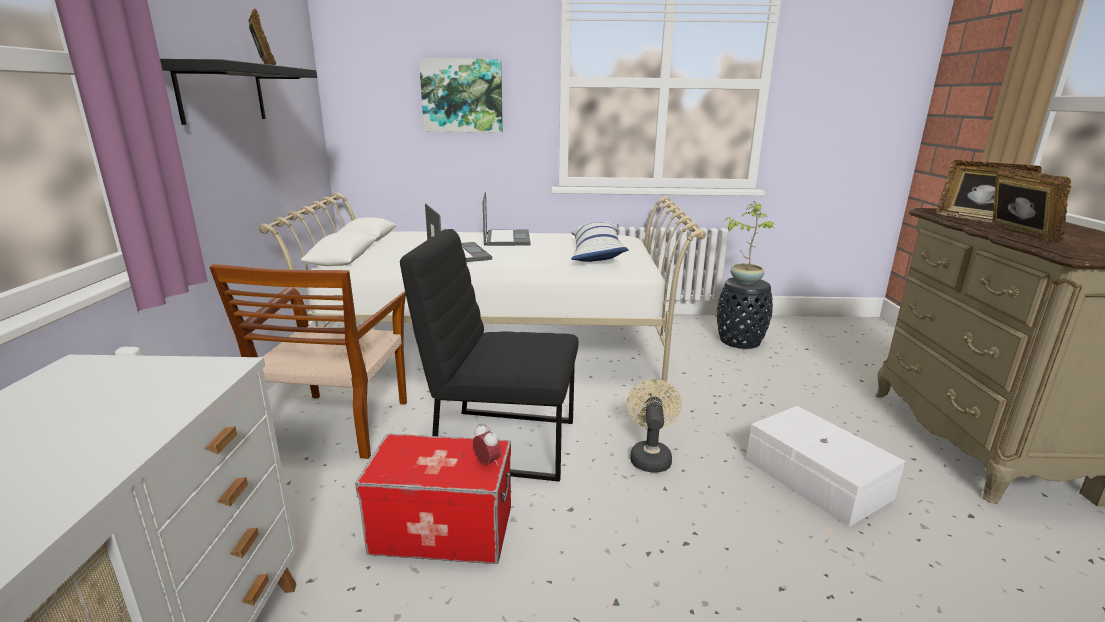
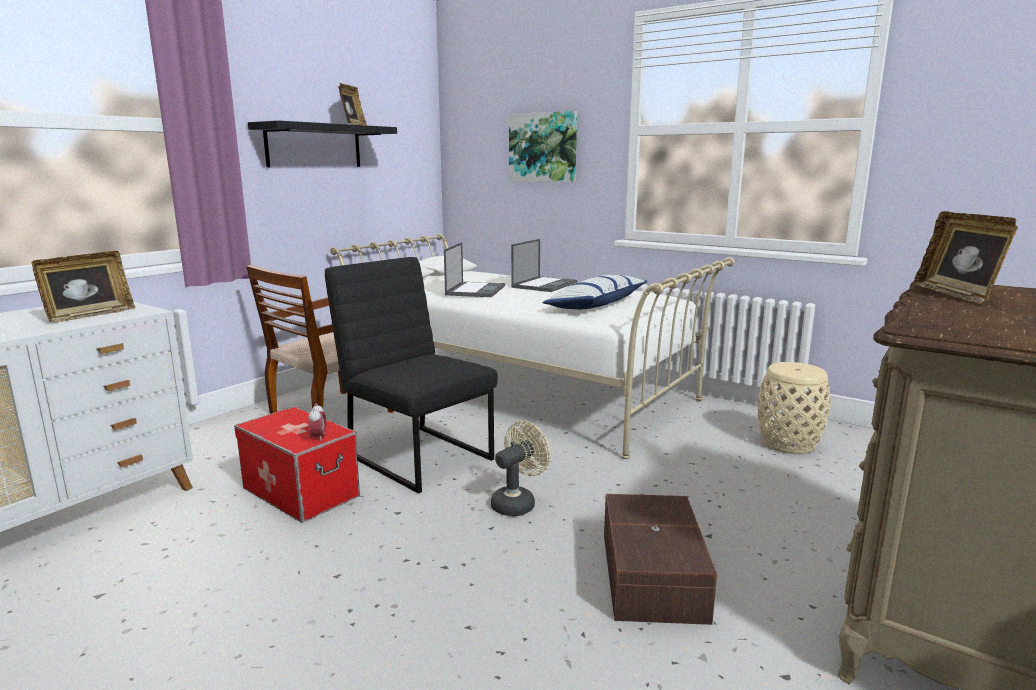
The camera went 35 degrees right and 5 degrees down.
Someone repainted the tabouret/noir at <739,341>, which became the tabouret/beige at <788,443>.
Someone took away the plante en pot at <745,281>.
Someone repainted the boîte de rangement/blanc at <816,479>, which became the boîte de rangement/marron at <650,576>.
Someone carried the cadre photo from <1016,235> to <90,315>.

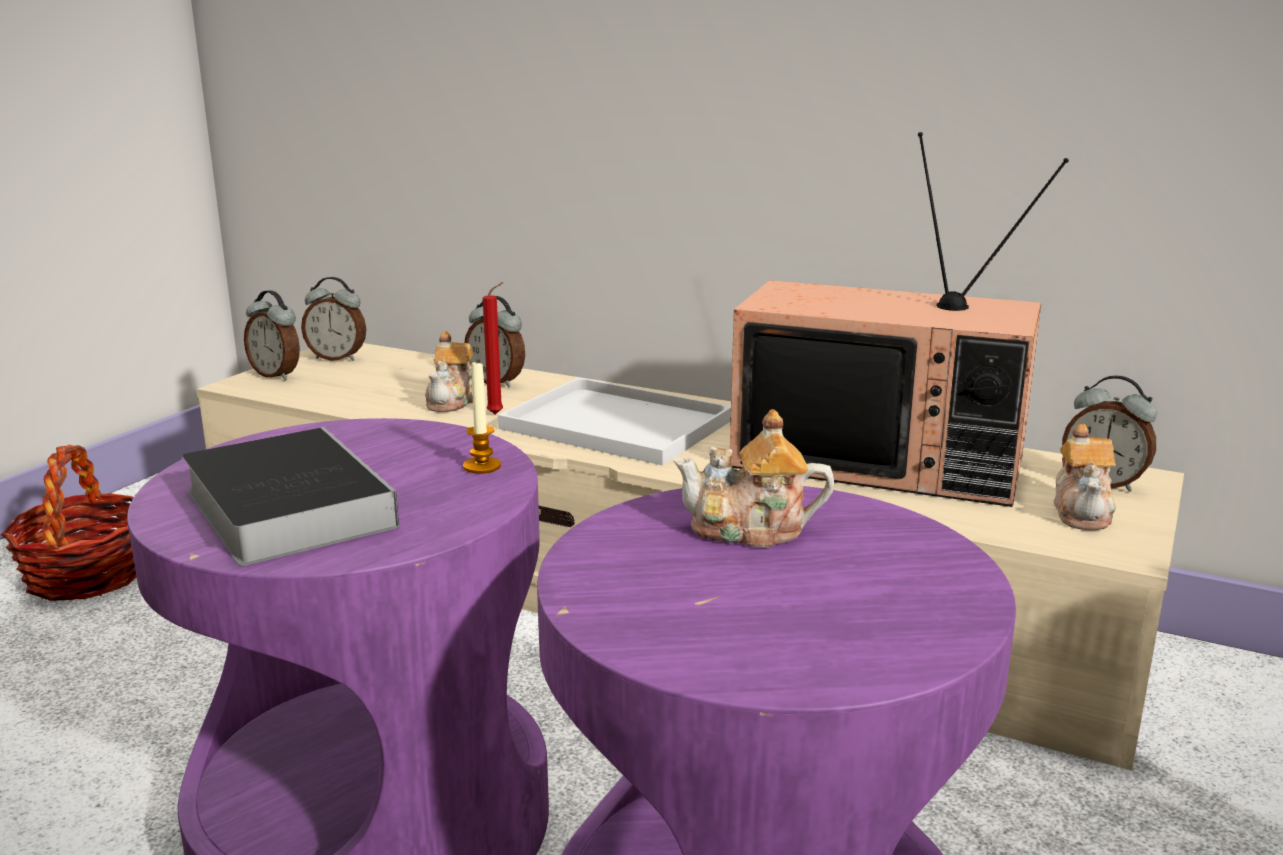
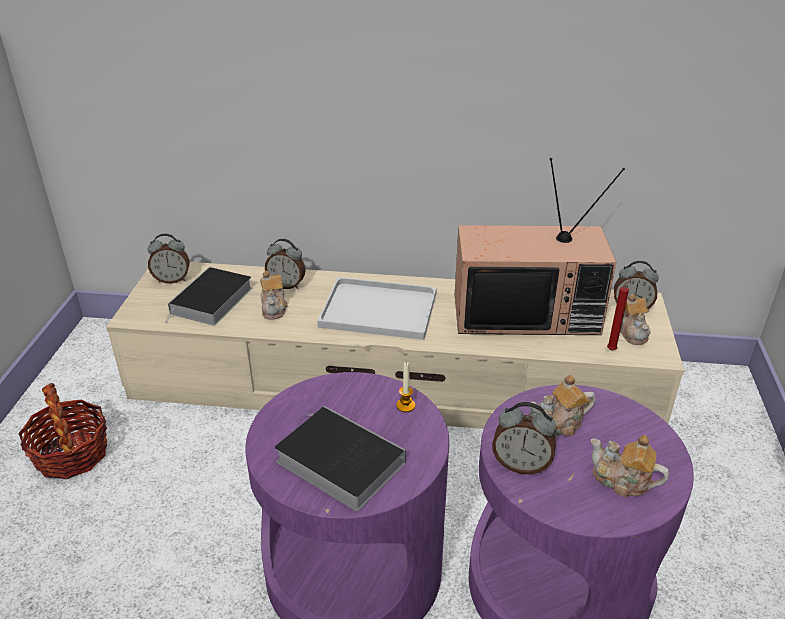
The camera went 20 degrees left and 15 degrees up.
Someone carried the réveil from <277,375> to <521,465>.
Someone carried the bougie/rouge from <498,414> to <612,349>.
Someone put down the livre at <211,302>.
Someone put down the théière at <622,481>.

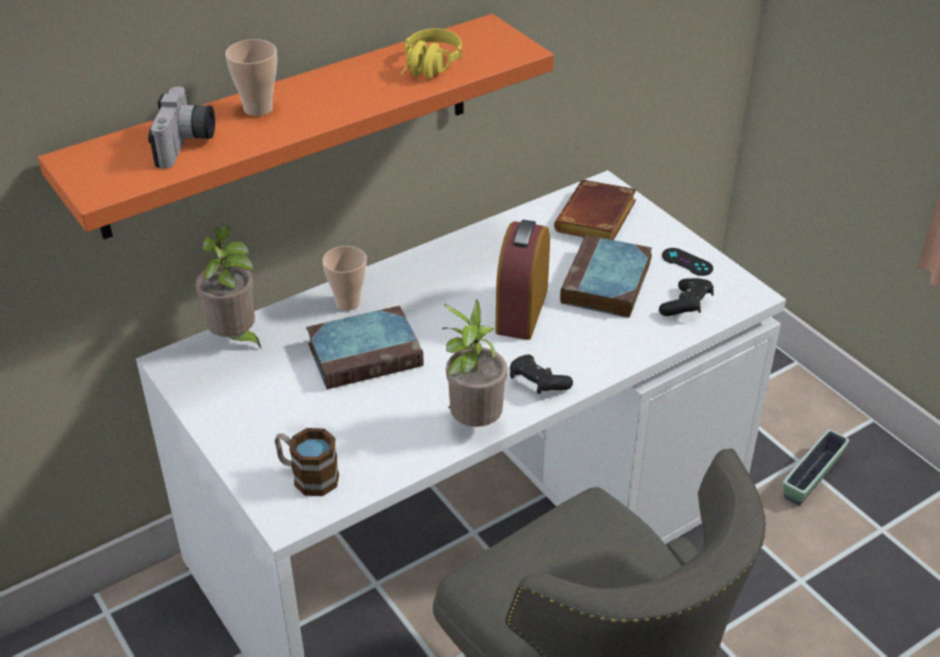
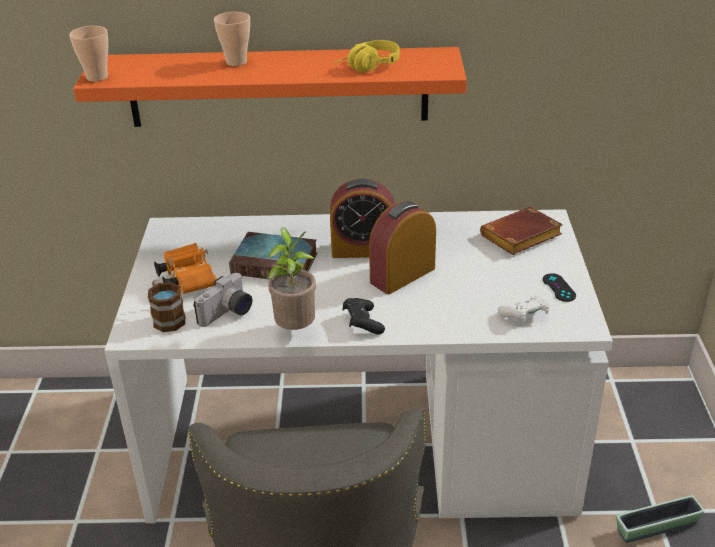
The camera went 35 degrees right and 5 degrees down.
Someone carried the appareil photo from <187,145> to <228,314>.
Someone took away the plante en pot at <235,339>.
Someone carried the tasse from <348,303> to <97,77>.
Someone took away the livre at <606,284>.
Someone repainted the manette/noir at <686,306>, which became the manette/blanc at <525,316>.
Someone put down the jumelles/orange at <186,279>.
Someone put down the réveil at <363,249>.

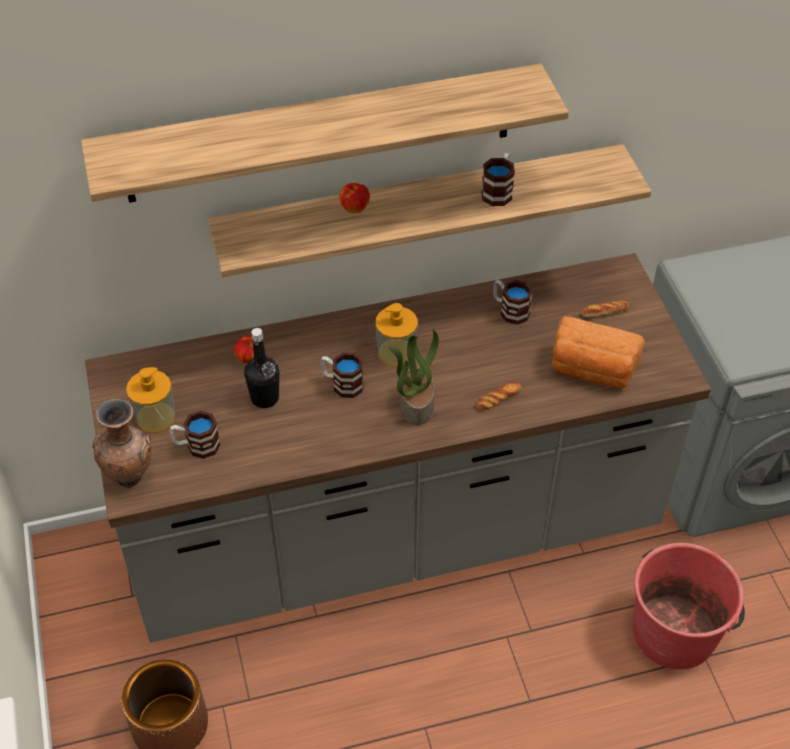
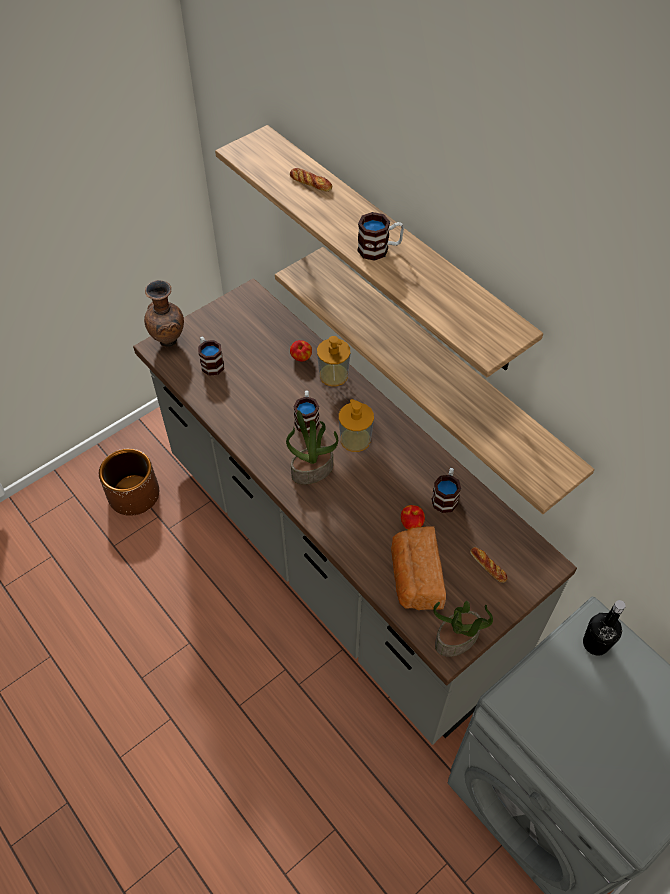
The camera went 65 degrees right and 5 degrees up.
Someone carried the distributeur de savon from <155,417> to <333,375>.
Someone carried the bouteille/noir from <265,398> to <595,643>.
Someone carried the pomme from <355,207> to <411,523>.
Someone carried the pain from <498,398> to <311,183>.
Someone carried the mug from <498,191> to <379,249>.
Someone took away the seau/rouge at <674,631>.
Someone put down the plante en pot at <456,639>.

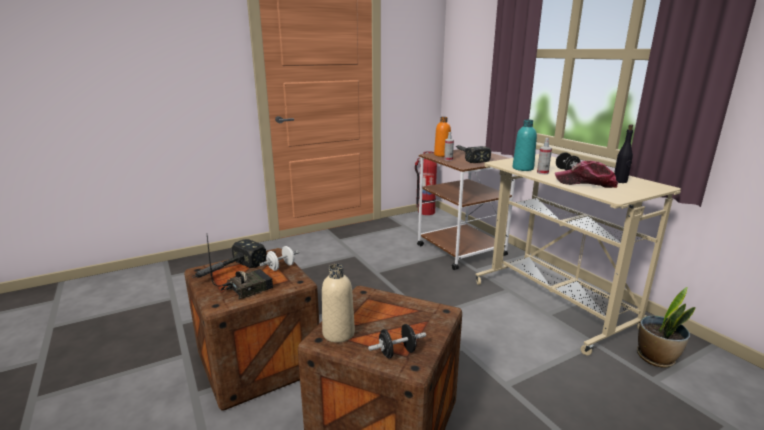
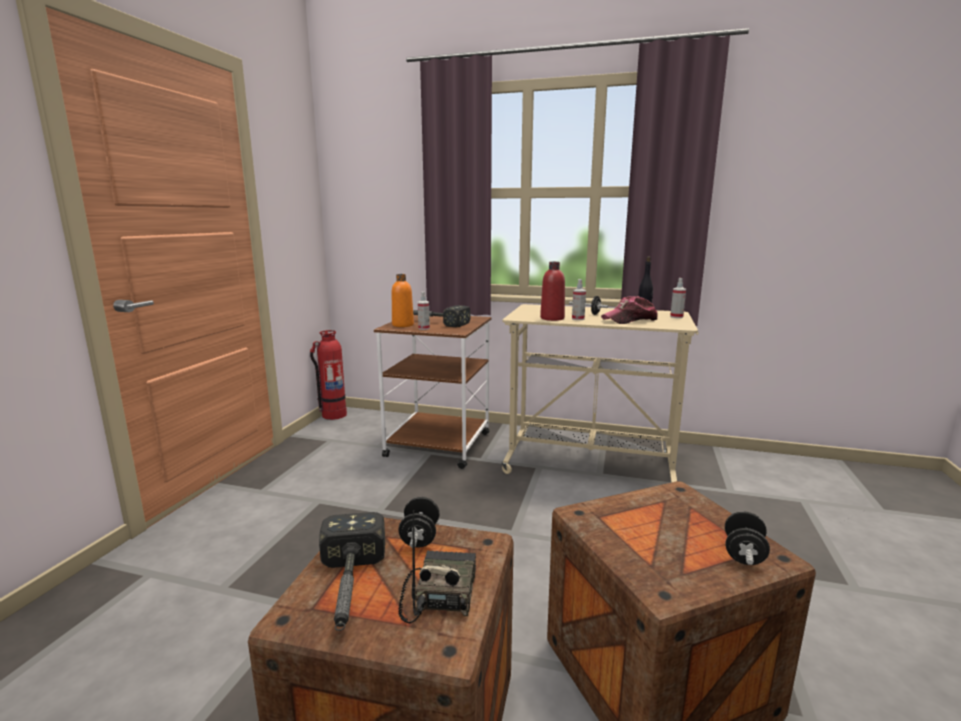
The camera went 45 degrees left and 5 degrees down.
Someone repainted the haltère/blanc at <281,267>, which became the haltère/noir at <420,537>.
Someone took away the bouteille/beige at <338,333>.
Someone repainted the bouteille/turquoise at <523,168>, which became the bouteille/rouge at <552,318>.
Someone took away the plante en pot at <656,358>.
Someone put down the vaporisateur at <676,317>.

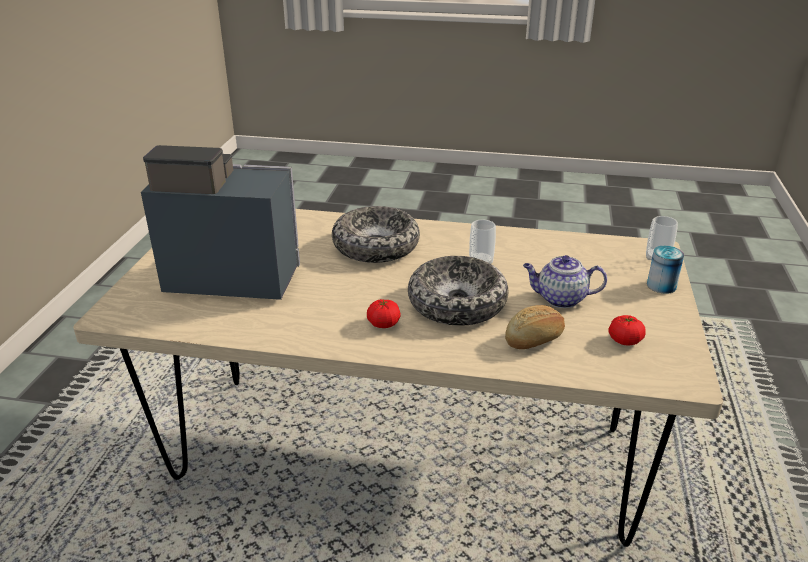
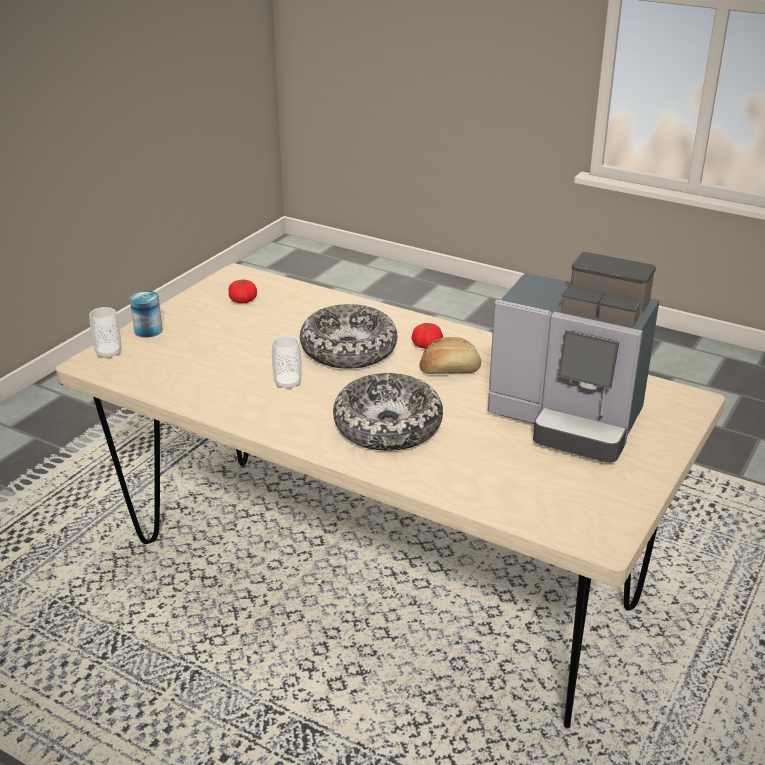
The camera went 160 degrees left and 0 degrees up.
Someone carried the pain from <535,339> to <449,370>.
Someone took away the théière at <560,299>.

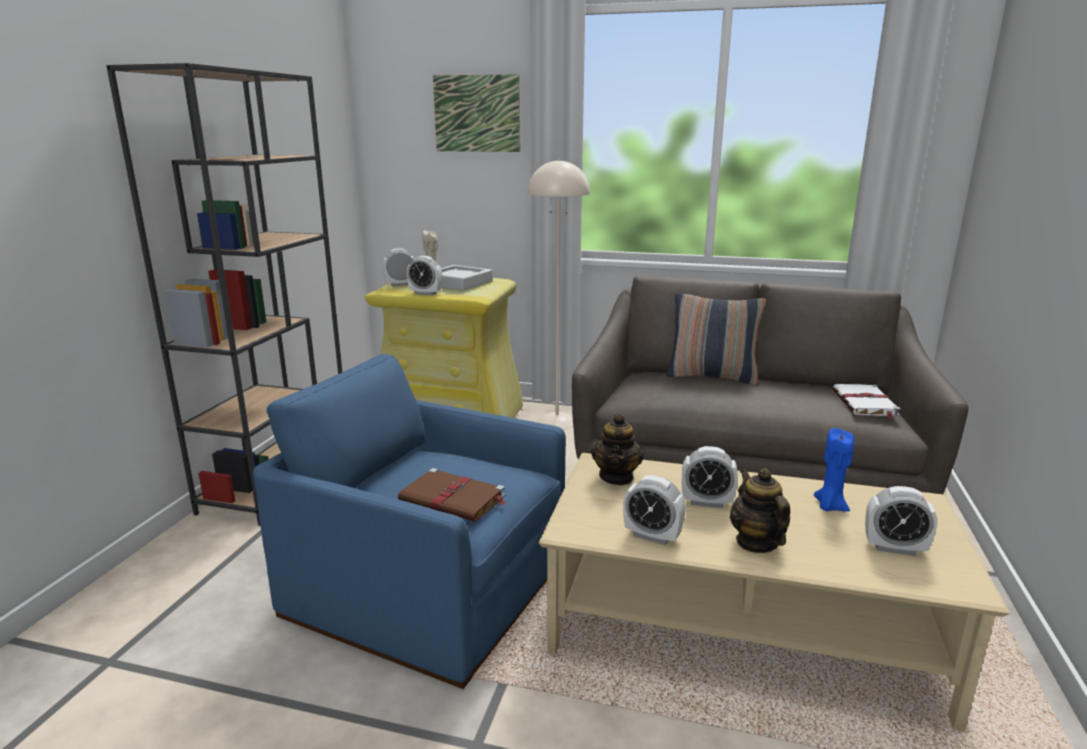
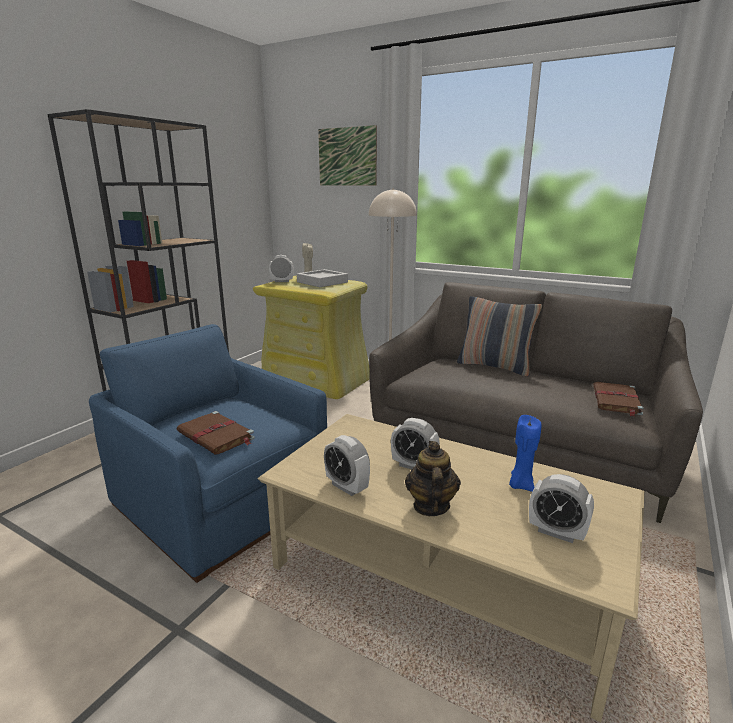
The camera went 15 degrees right and 0 degrees up.
Someone took away the réveil at <425,293>.
Someone took away the théière at <617,477>.
Someone repainted the livre/blanc at <865,403>, which became the livre/marron at <616,401>.

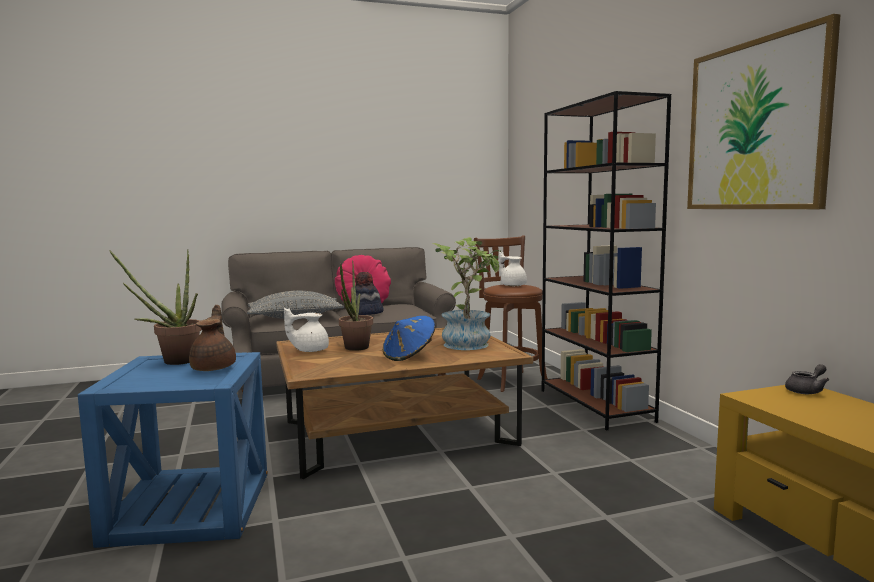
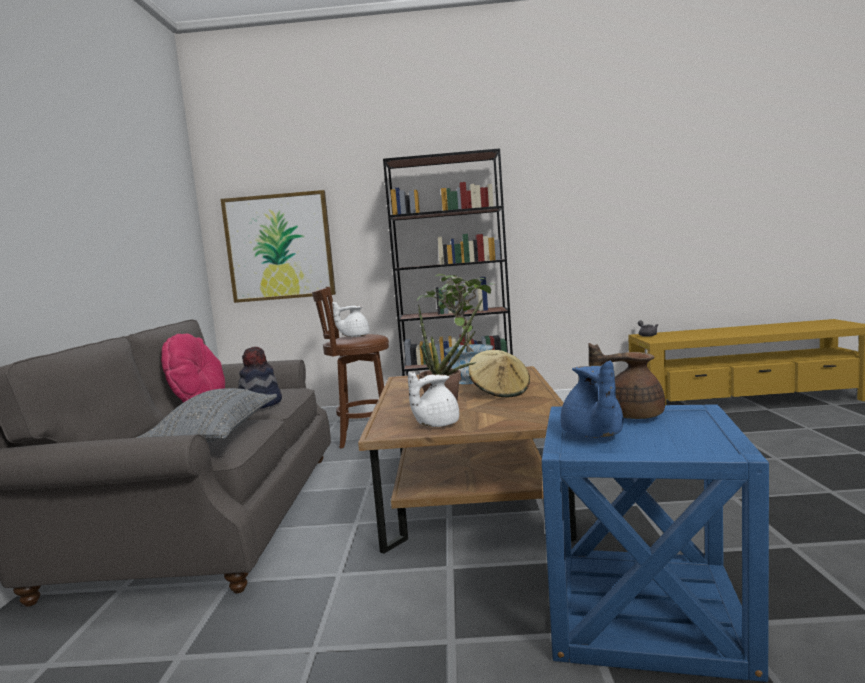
The camera went 70 degrees left and 0 degrees up.
Someone swapped the plante en pot at <172,361> for the théière/bleu at <592,435>.
Someone rotated the théière/blanc at <309,350> by 45 degrees clockwise.
Someone repainted the chapeau/bleu at <409,356>, which became the chapeau/beige at <500,392>.
Someone carried the tableau from <755,126> to <279,247>.

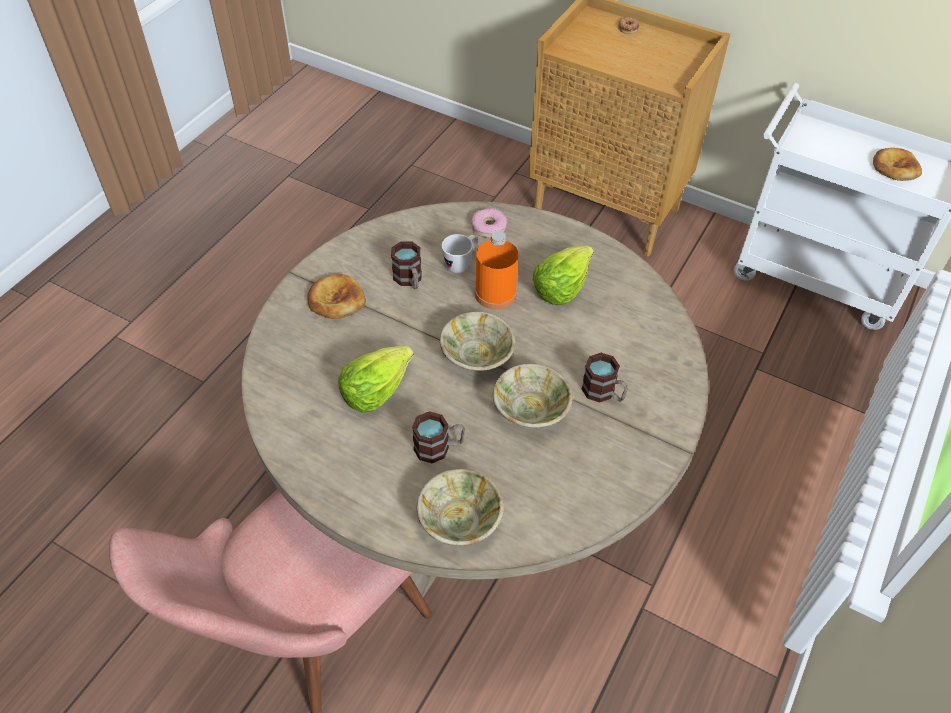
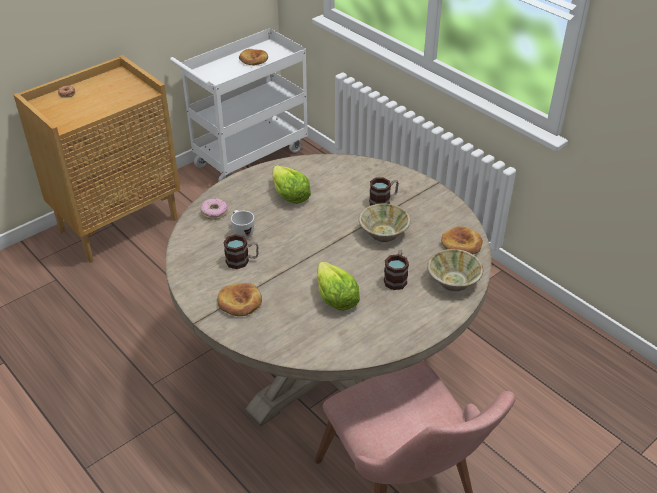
The camera went 70 degrees left and 10 degrees down.
Someone took away the bol/beige at <477,356>.
Someone took away the bouteille/orange at <495,294>.
Someone put down the pain at <461,244>.

